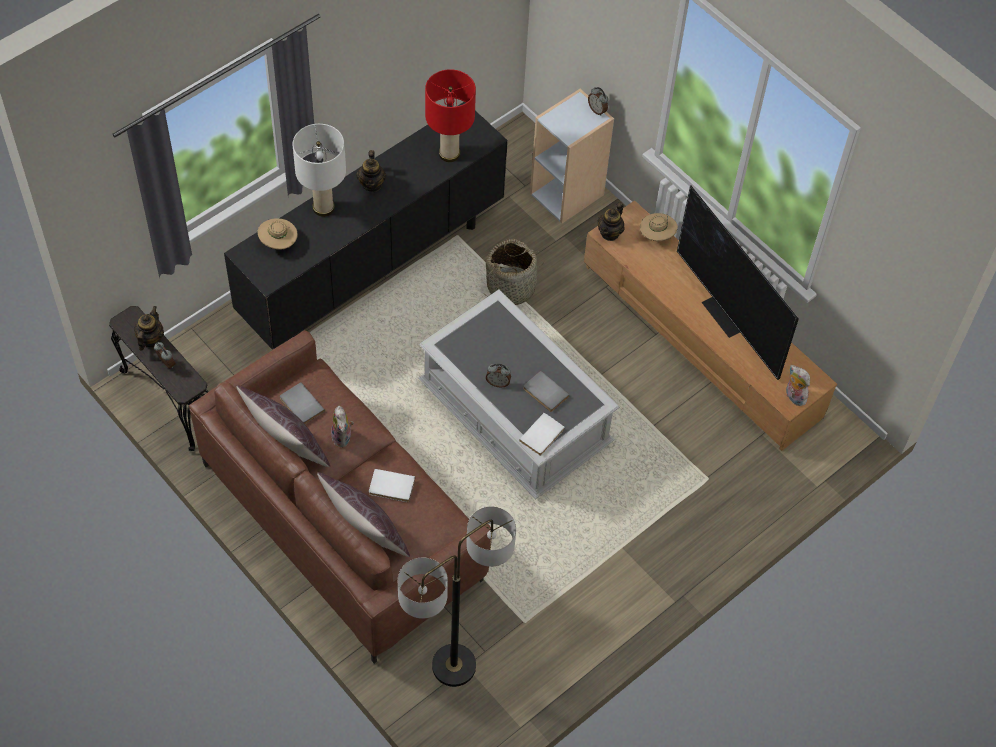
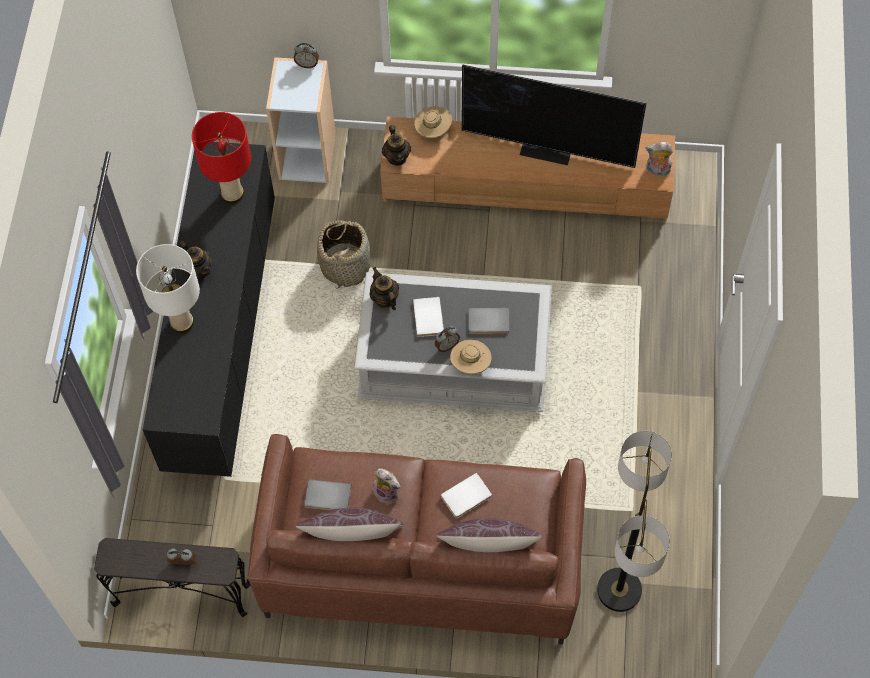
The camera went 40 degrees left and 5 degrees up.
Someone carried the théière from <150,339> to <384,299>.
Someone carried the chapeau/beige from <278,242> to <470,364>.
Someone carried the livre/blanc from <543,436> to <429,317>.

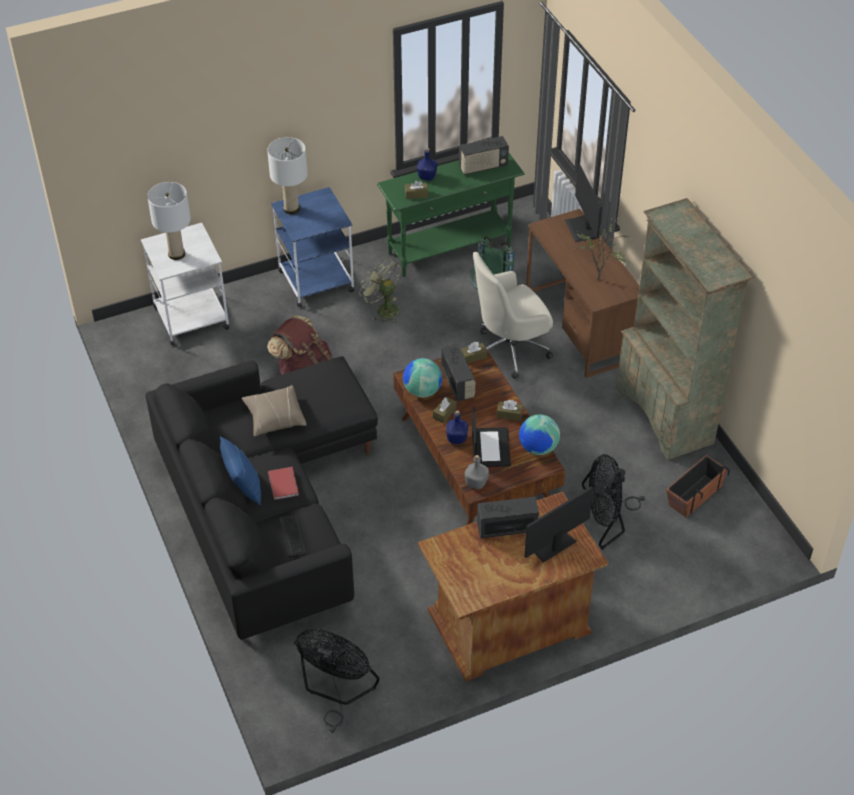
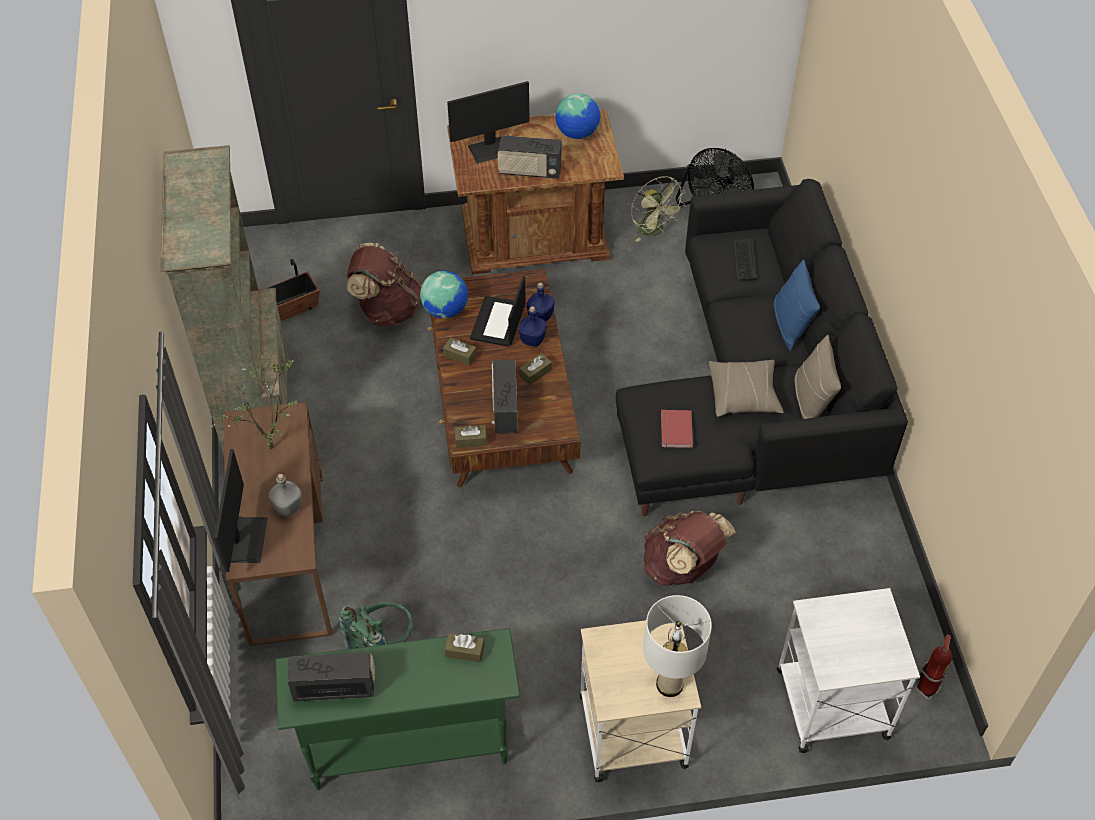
The camera went 165 degrees left and 5 degrees up.
Someone took away the lampe de table/blanc at <176,254>.
Someone carried the livre/rouge from <284,484> to <675,430>.
Someone repainted the chariot/bleu at <317,280>, which became the chariot/beige at <631,732>.
Someone carried the ventilateur/vert from <383,309> to <654,231>.
Someone carried the globe from <422,391> to <577,133>.
Someone carried the bouteille/bleu from <427,177> to <540,316>.
Someone carried the bouteille/gris from <476,483> to <287,507>.
Someone took away the chaise de bureau/beige at <509,351>.
Someone swapped the ventilateur/noir at <608,516> for the sac à dos/marron at <387,309>.
Someone put down the coussin/beige at <811,401>.
Someone put down the extincteur at <927,688>.

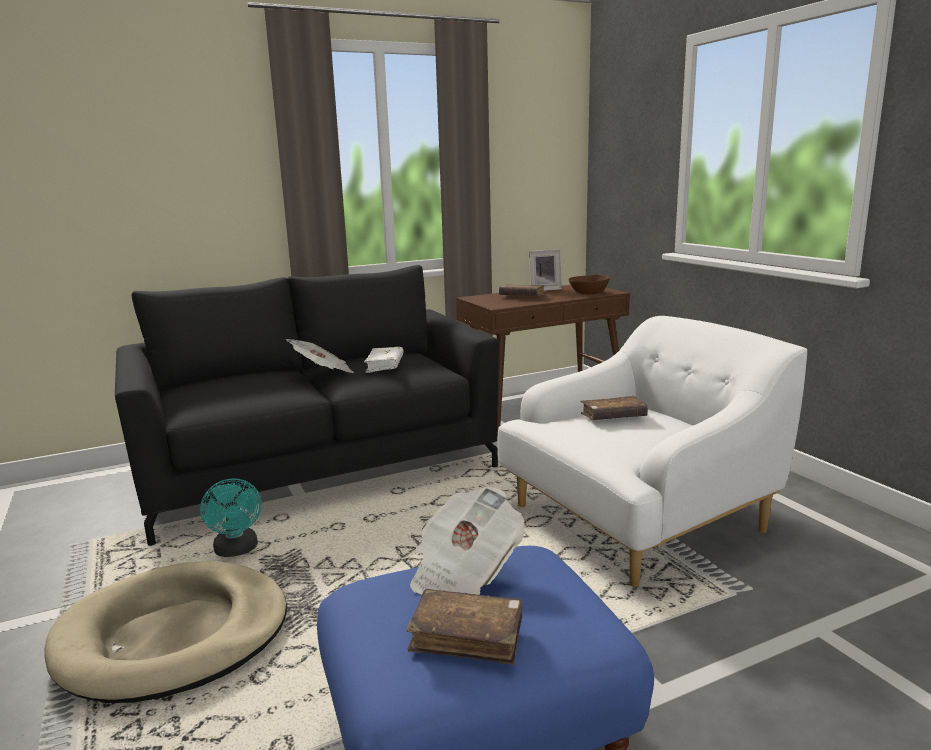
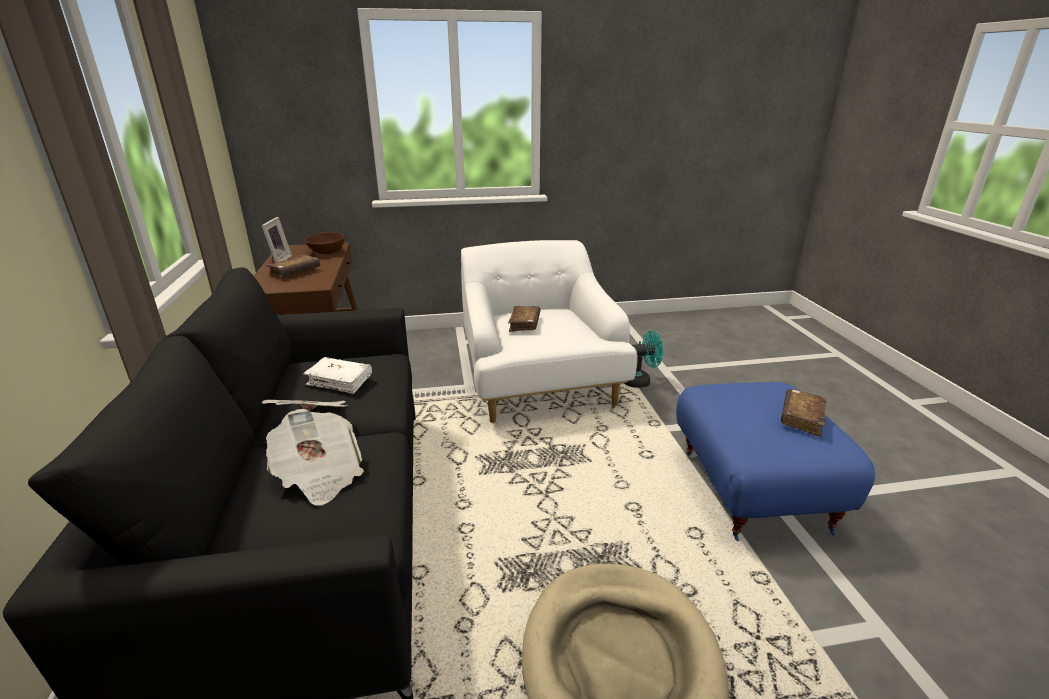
The camera went 75 degrees left and 10 degrees up.
Someone carried the ventilateur/turquoise from <237,550> to <640,381>.
Someone carried the journal from <464,570> to <319,475>.

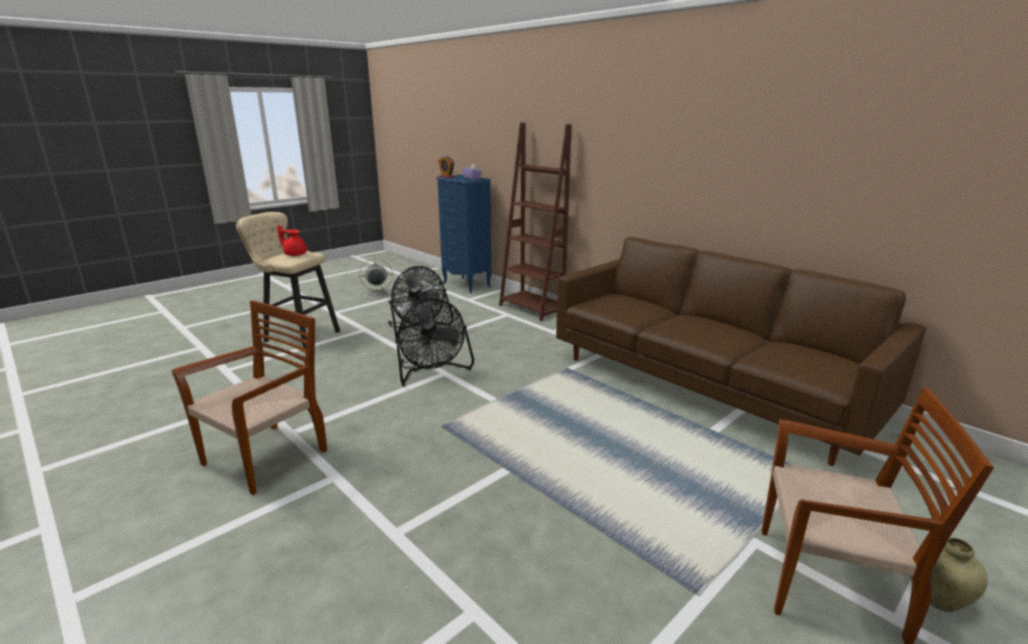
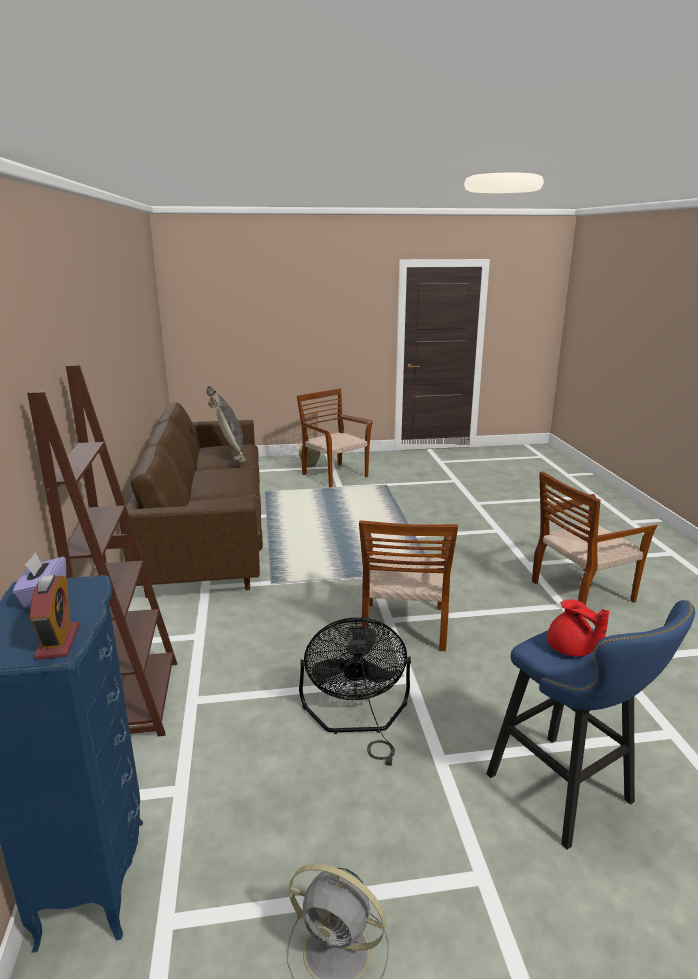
The camera went 145 degrees left and 0 degrees up.
Someone repainted the tabouret/beige at <296,335>, which became the tabouret/bleu at <571,799>.
Someone swapped the ventilateur/noir at <429,372> for the fauteuil/marron at <404,627>.
Someone put down the coussin at <227,457>.

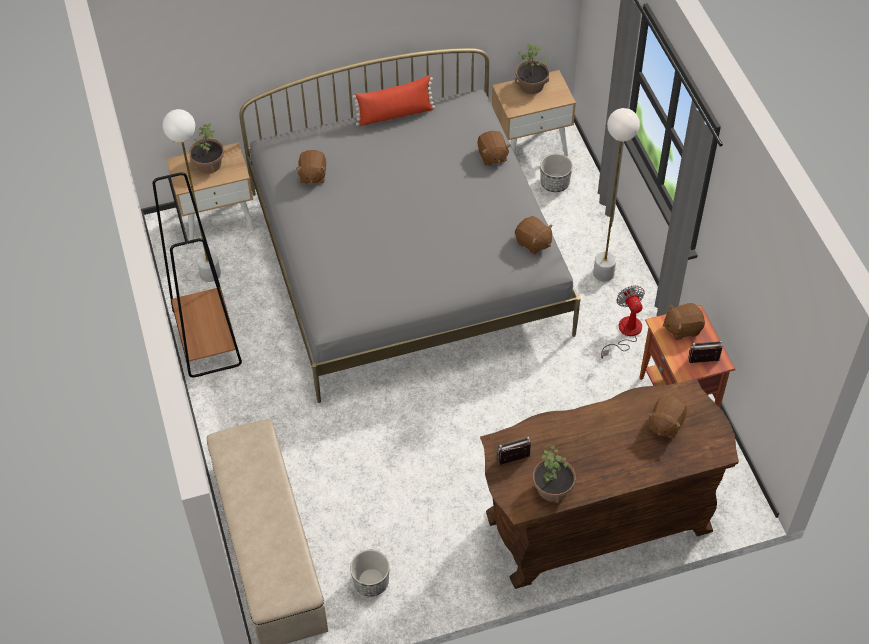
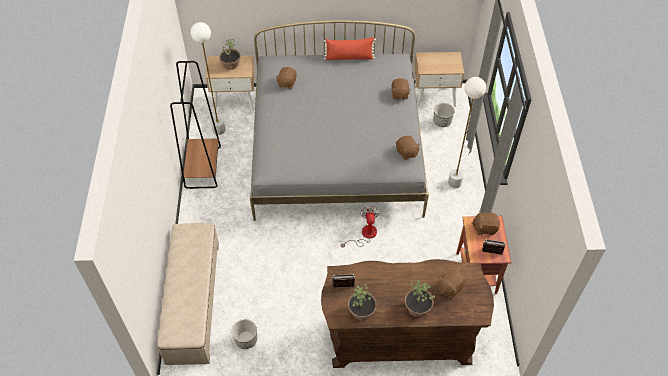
The camera went 15 degrees right and 0 degrees up.
Someone carried the plante en pot from <531,86> to <417,308>.
Someone carried the ventilateur from <625,333> to <364,235>.

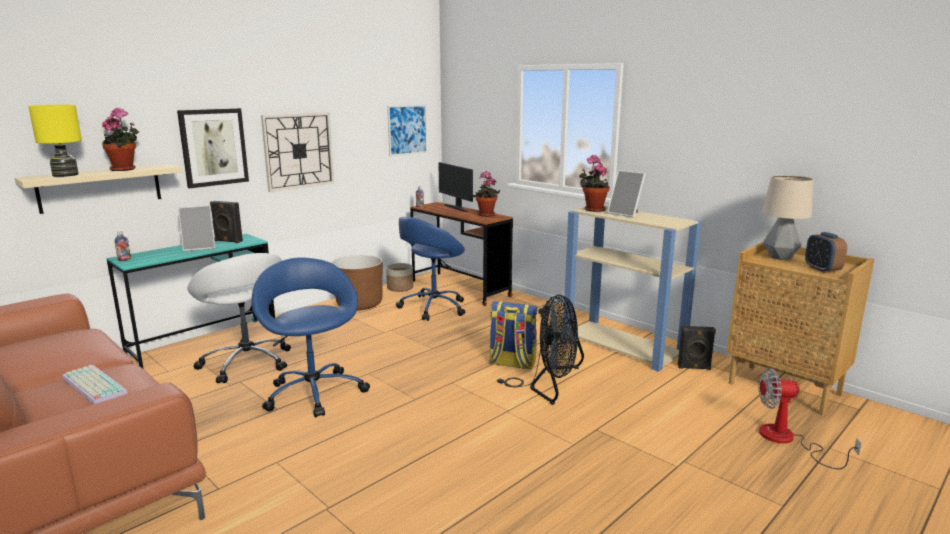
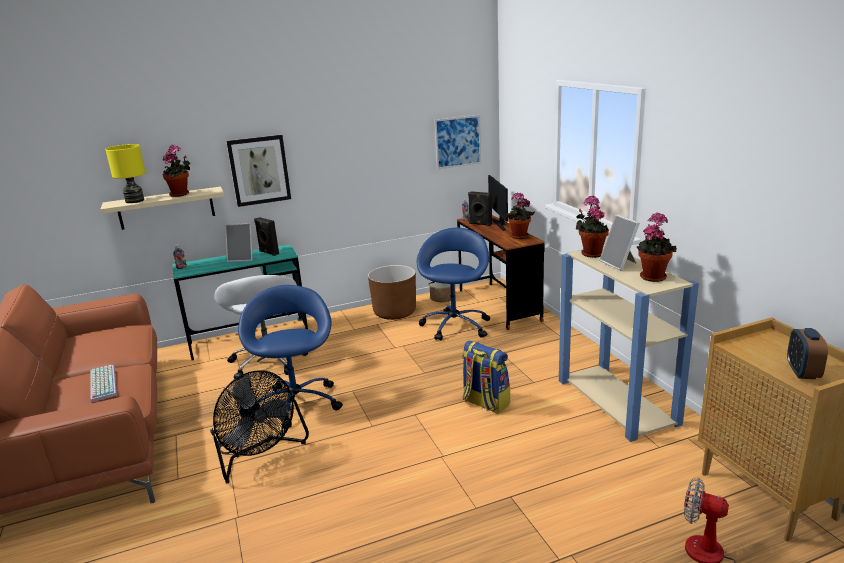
The camera went 25 degrees right and 5 degrees up.
Someone took away the horloge murale at <298,151>.
Someone rotated the chaise de bureau/bleu at <432,308> by 135 degrees clockwise.
Someone carried the ventilateur/noir from <548,383> to <256,455>.
Someone carried the enceinte/noir from <694,368> to <480,224>.
Someone took away the lampe de table at <780,257>.
Someone put down the plante en pot at <652,276>.

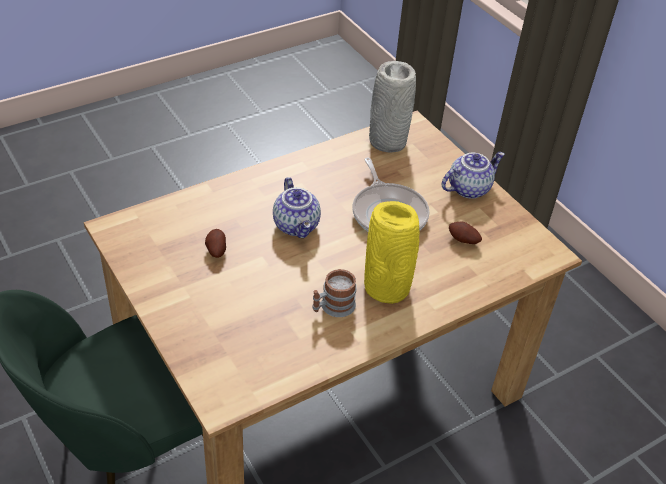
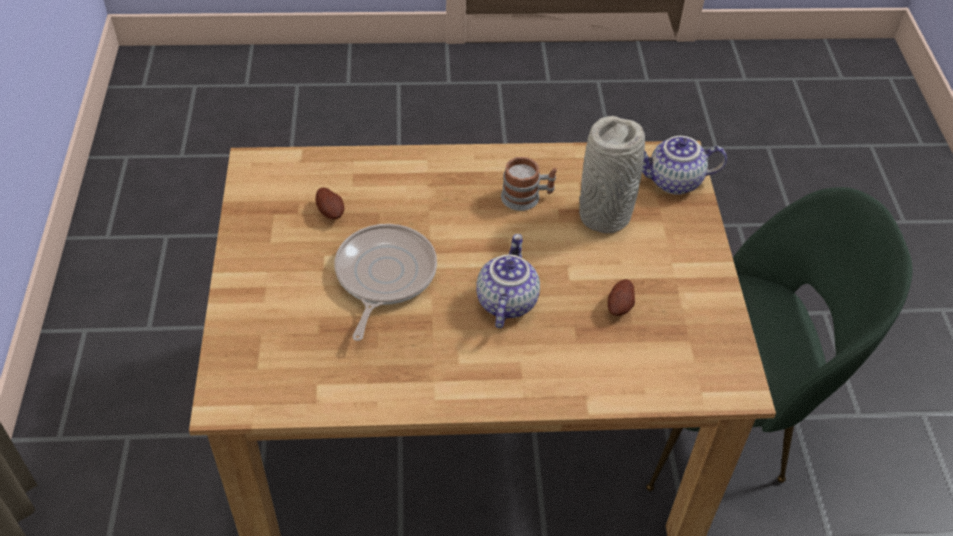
The camera went 150 degrees left and 5 degrees up.
Someone took away the vase/jaune at <388,289>.
Someone carried the vase/gris from <387,142> to <605,215>.
Someone carried the théière from <468,188> to <674,182>.

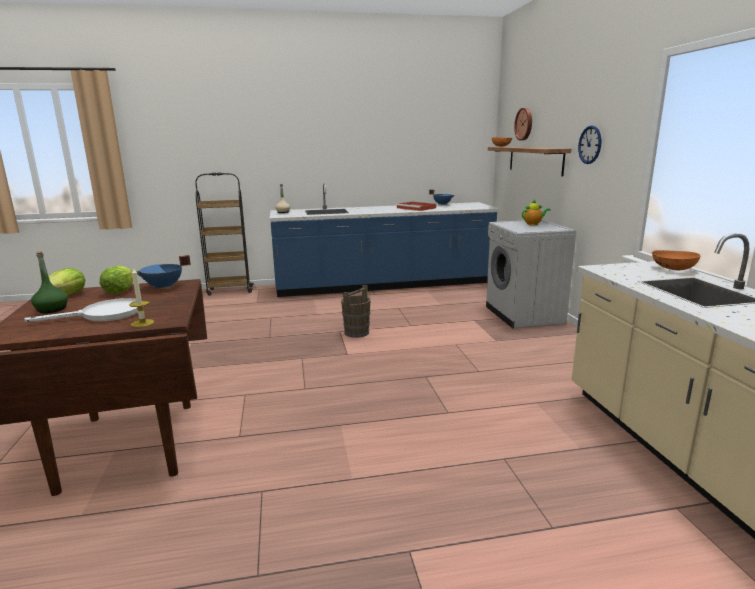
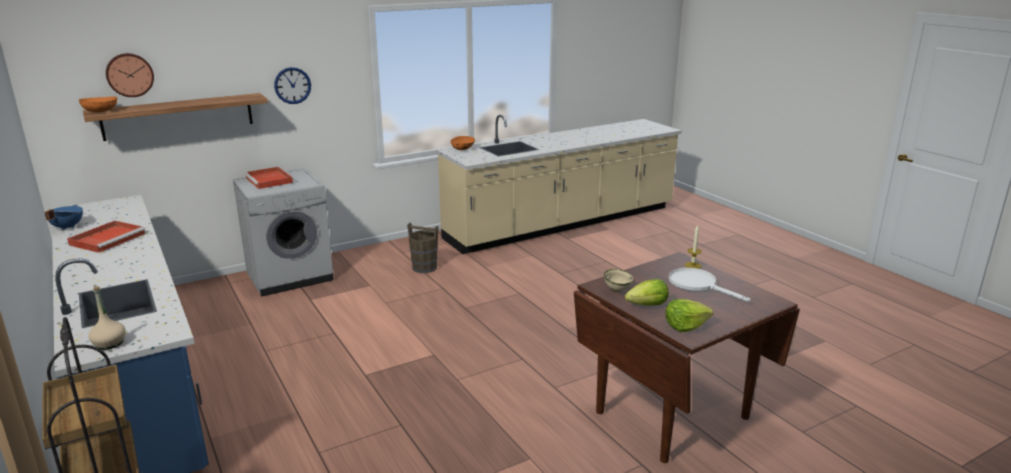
The camera went 110 degrees left and 5 degrees up.
Someone took away the bouteille/vert at <52,309>.
Someone swapped the marmite/bleu at <164,287> for the bol/beige at <617,290>.
Someone carried the seau/marron from <357,332> to <424,267>.
Someone swapped the théière at <533,224> for the plateau/rouge at <269,180>.

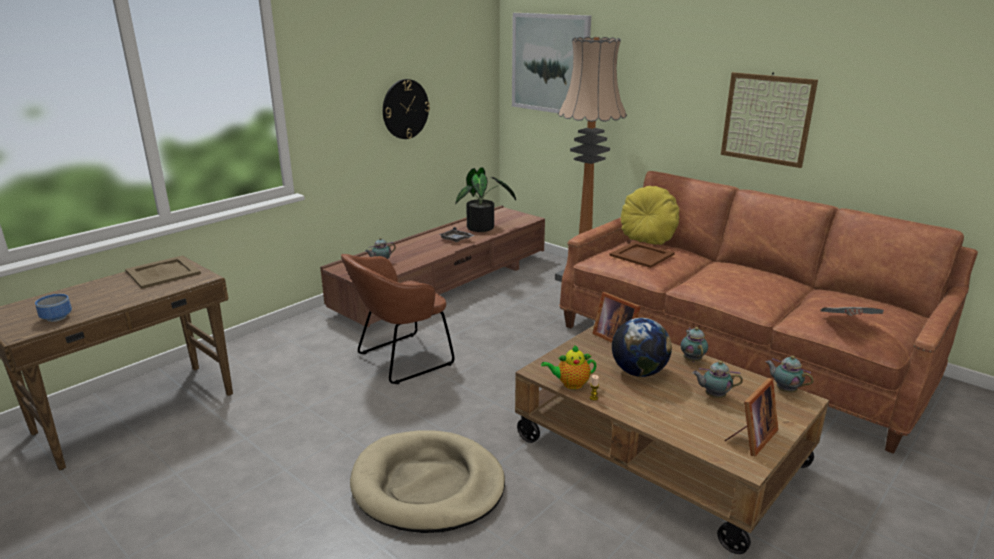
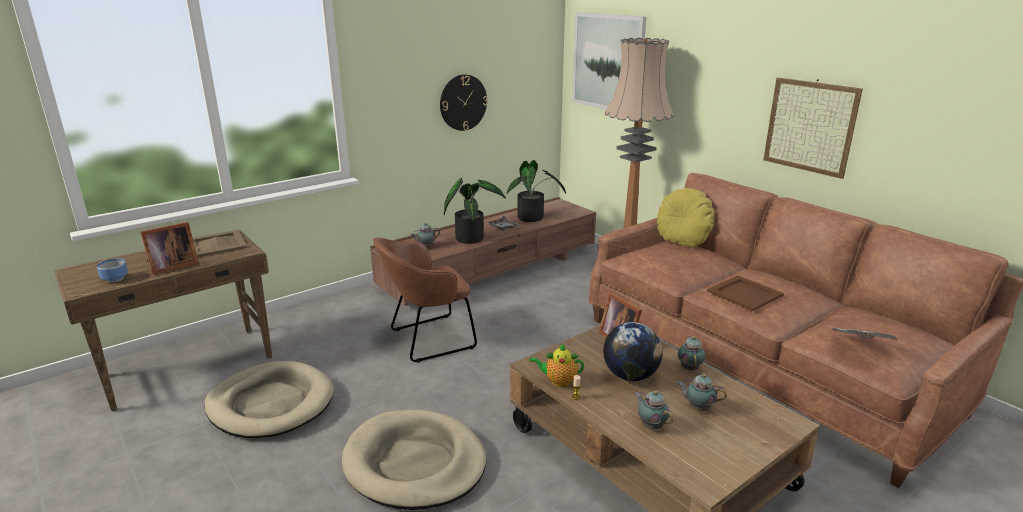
The camera went 10 degrees right and 0 degrees up.
Someone carried the plateau/marron from <641,255> to <744,293>.
Someone carried the cadre photo from <751,439> to <171,266>.
Someone carried the théière from <784,390> to <651,425>.
Someone put down the panier pour chien/beige at <271,404>.
Someone put down the plante en pot at <471,237>.

